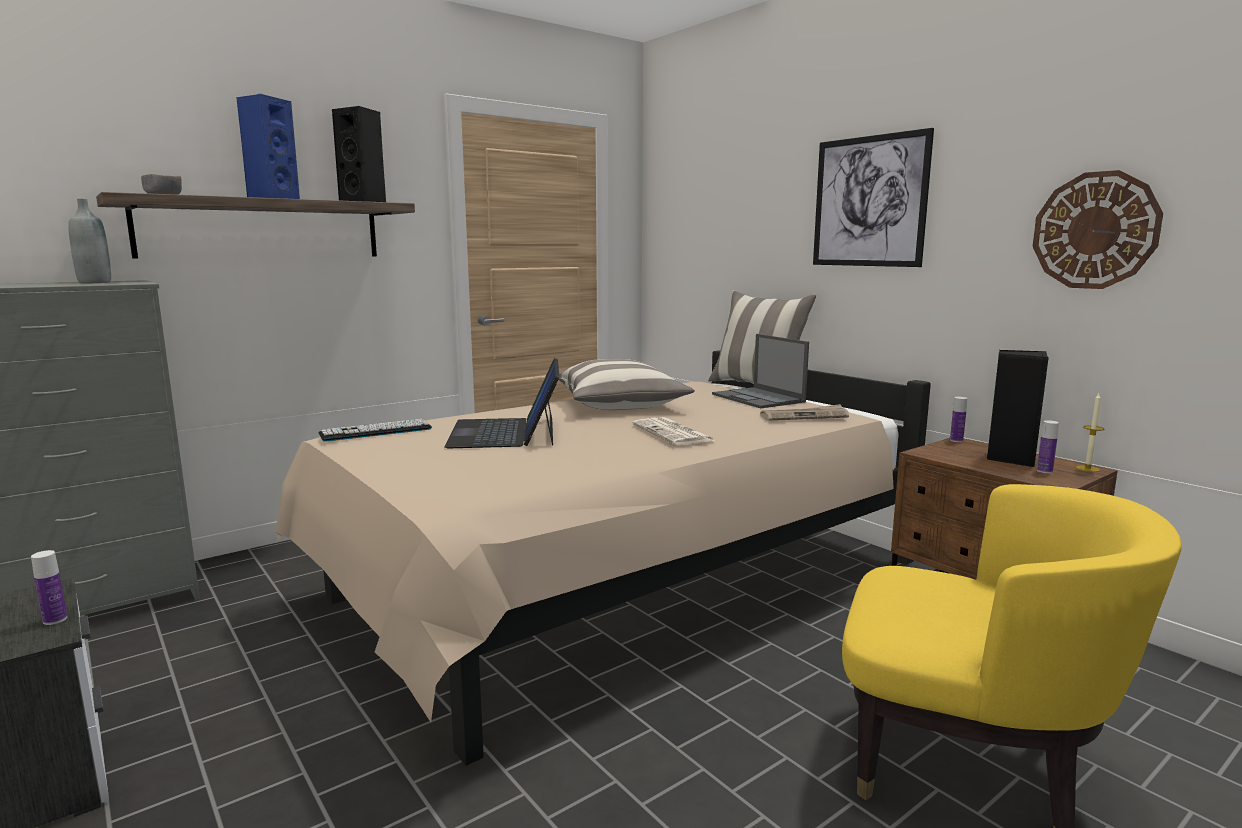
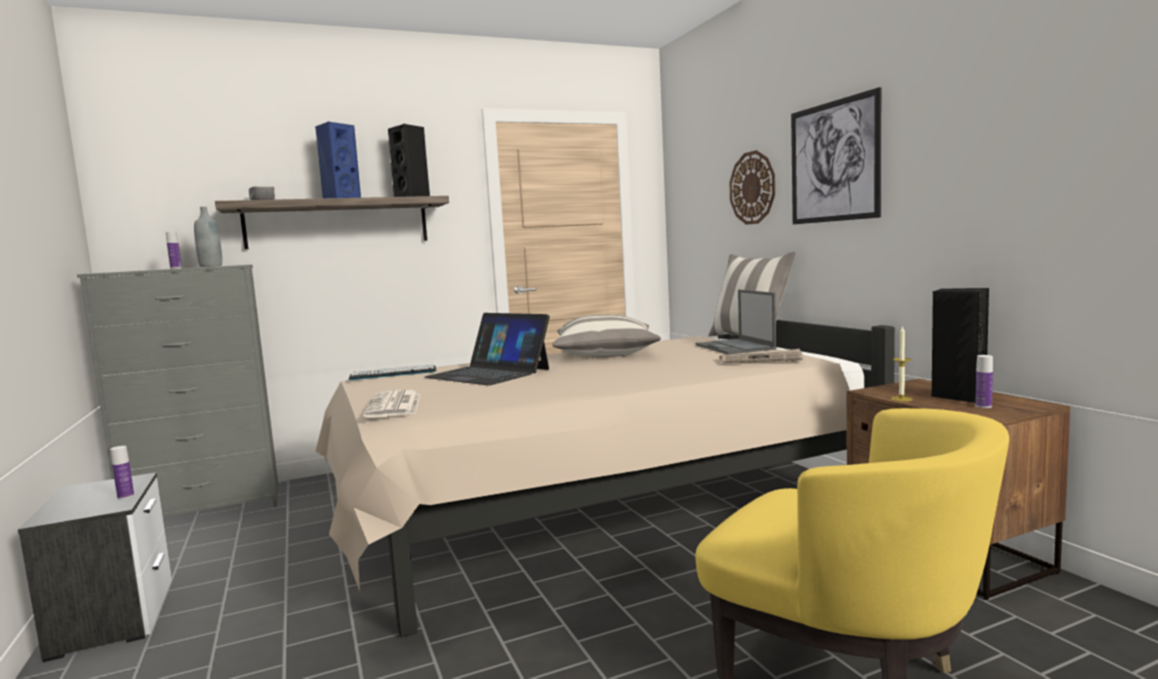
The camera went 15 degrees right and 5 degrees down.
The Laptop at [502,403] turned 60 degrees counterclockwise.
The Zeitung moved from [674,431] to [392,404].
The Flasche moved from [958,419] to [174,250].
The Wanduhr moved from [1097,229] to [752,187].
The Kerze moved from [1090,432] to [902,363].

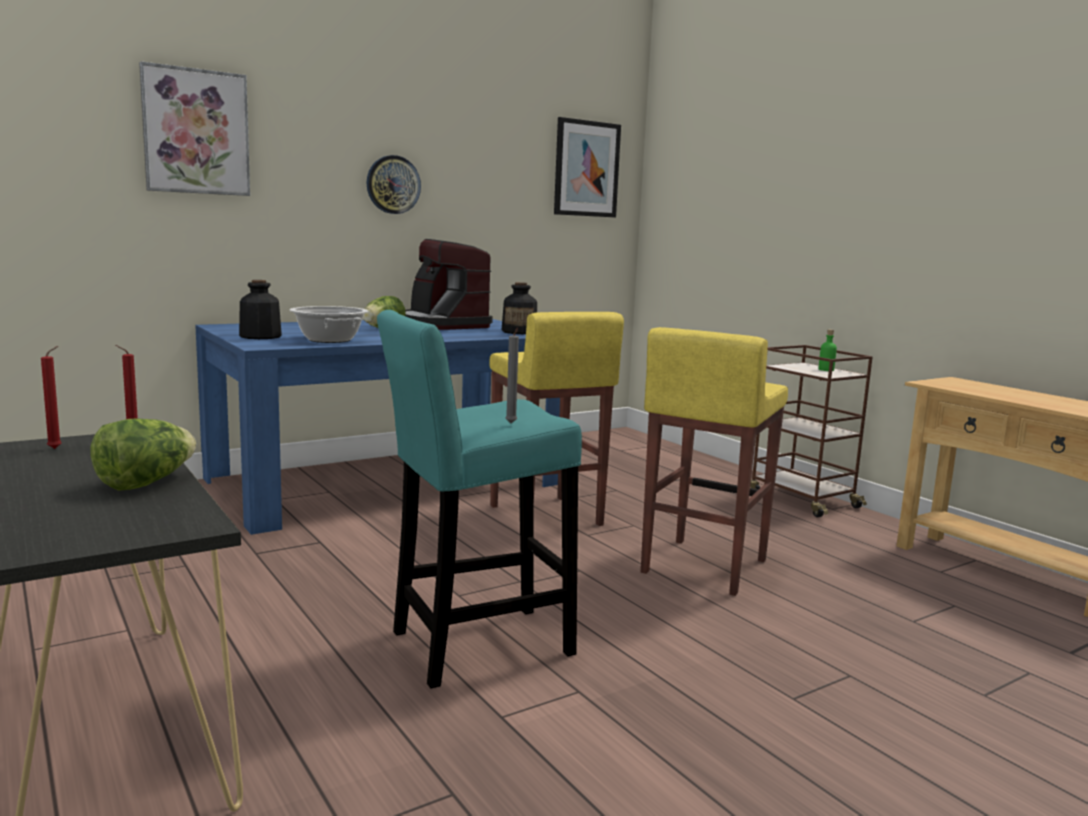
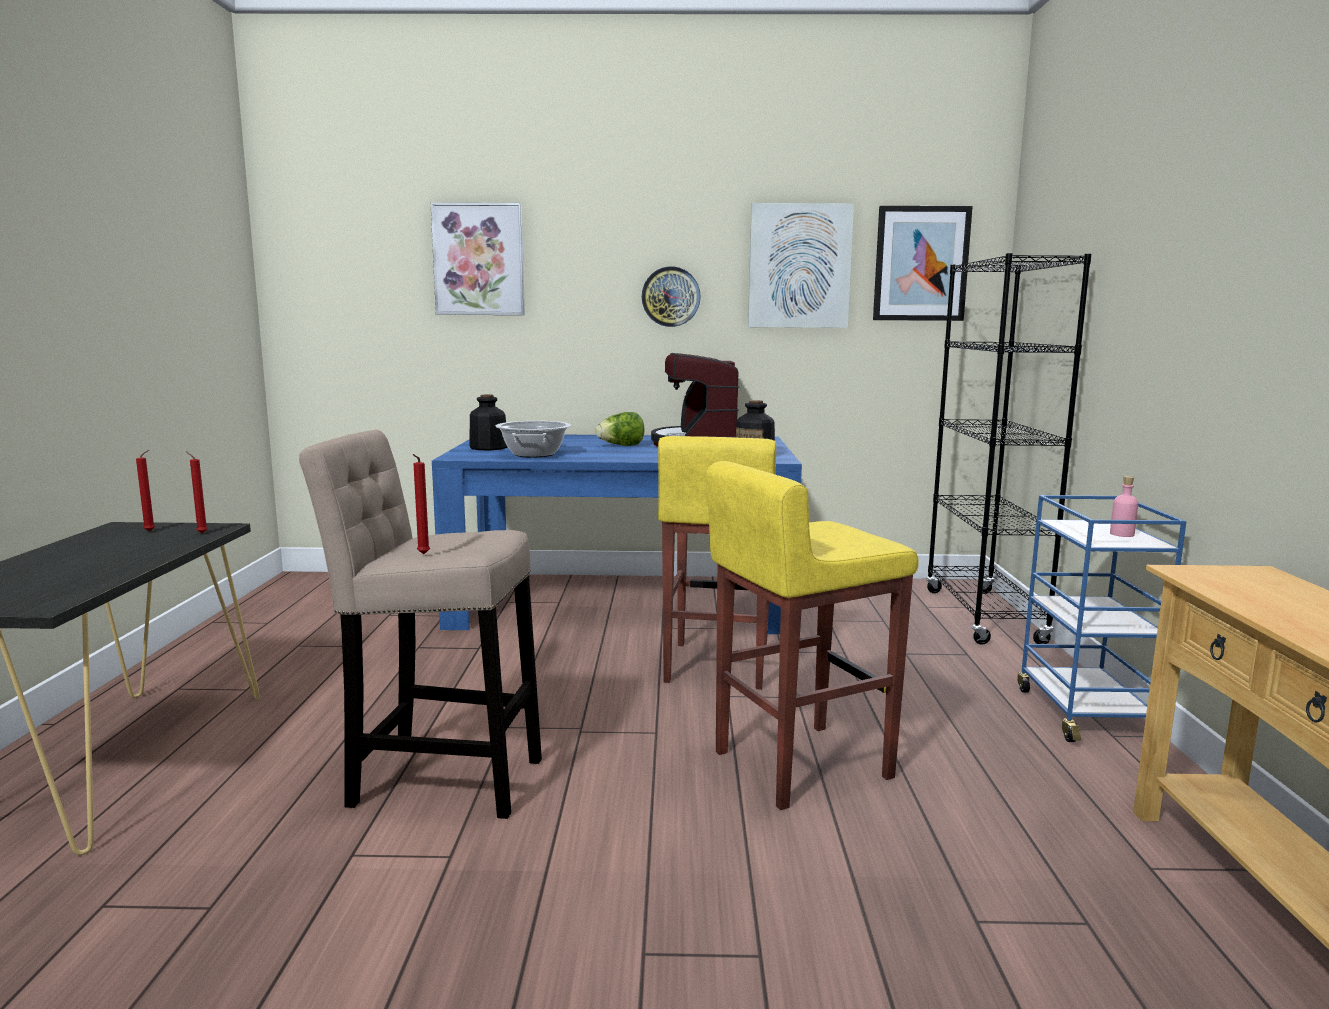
The camera went 35 degrees right and 0 degrees up.
The Salatkopf at [143,455] disappeared.
The Hocker/türkis at [479,499] became the Hocker/beige at [420,624].
The Kerze/grau at [512,375] became the Kerze/rot at [421,504].
The Rollwagen/braun at [811,431] became the Rollwagen/blau at [1102,618].
The Flasche/grün at [827,350] became the Flasche/rosa at [1124,506].
The Bild at [801,265] appeared.
The Bücherregal/schwarz at [1009,448] appeared.

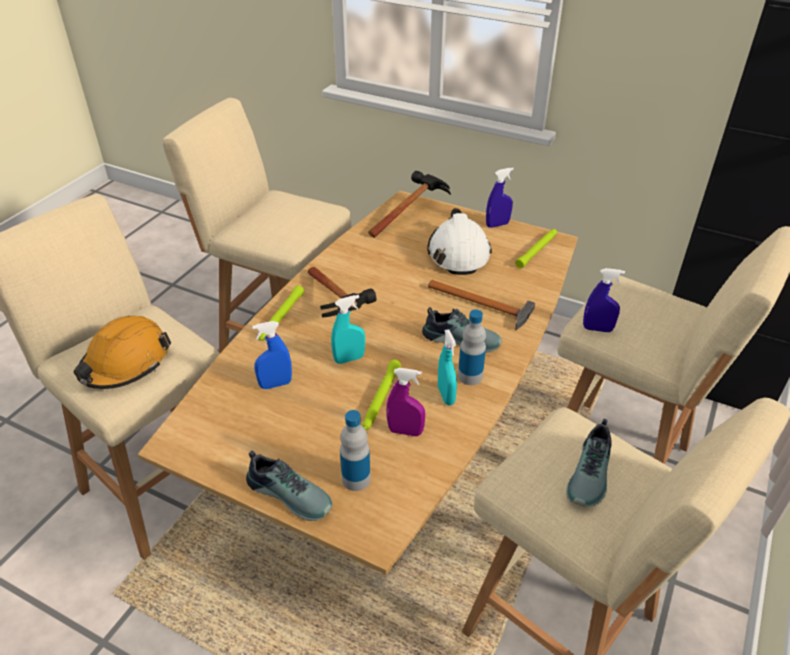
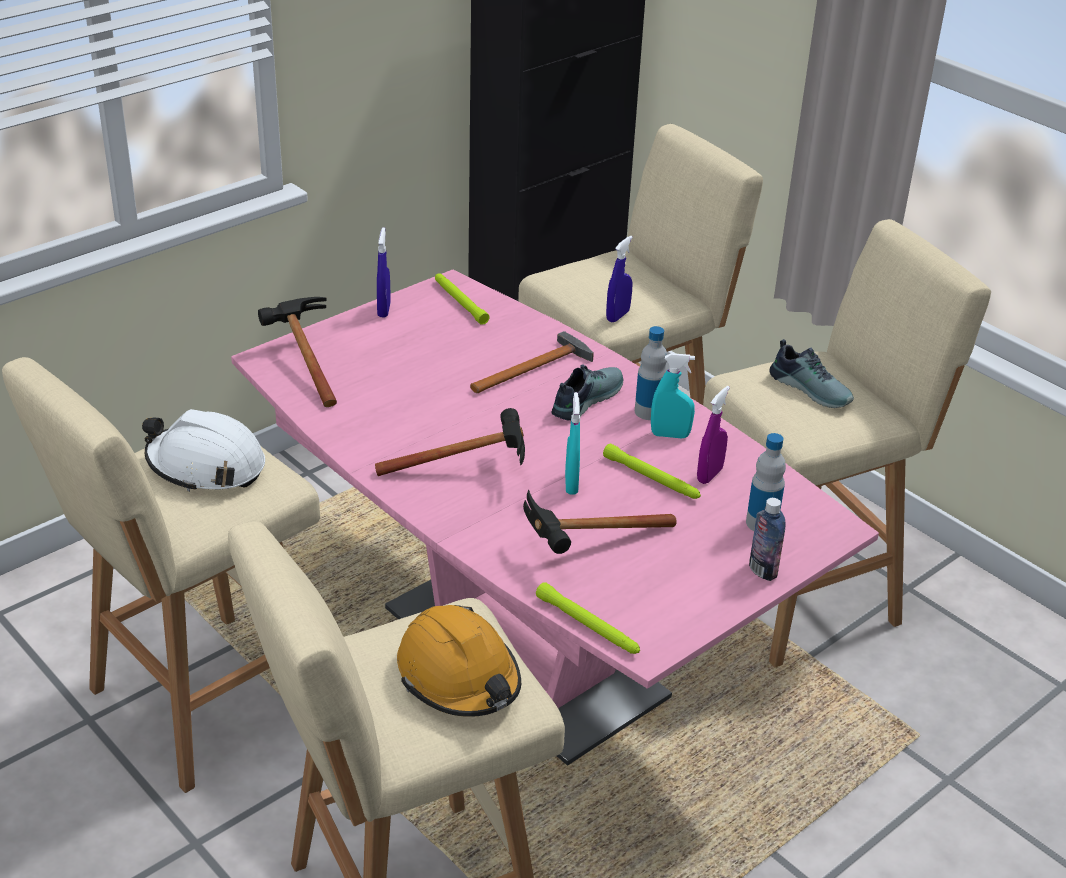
The camera went 70 degrees left and 5 degrees down.
The Esstisch/braun at [358,383] became the Esstisch/rosa at [555,518].
The Schuh at [289,485] was replaced by the Flasche at [767,539].
The Sprühflasche/blau at [272,355] was replaced by the Hammer at [600,522].
The Taschenlampe/grün moved from [281,313] to [588,618].
The Schutzhelm/weiß moved from [459,241] to [203,450].

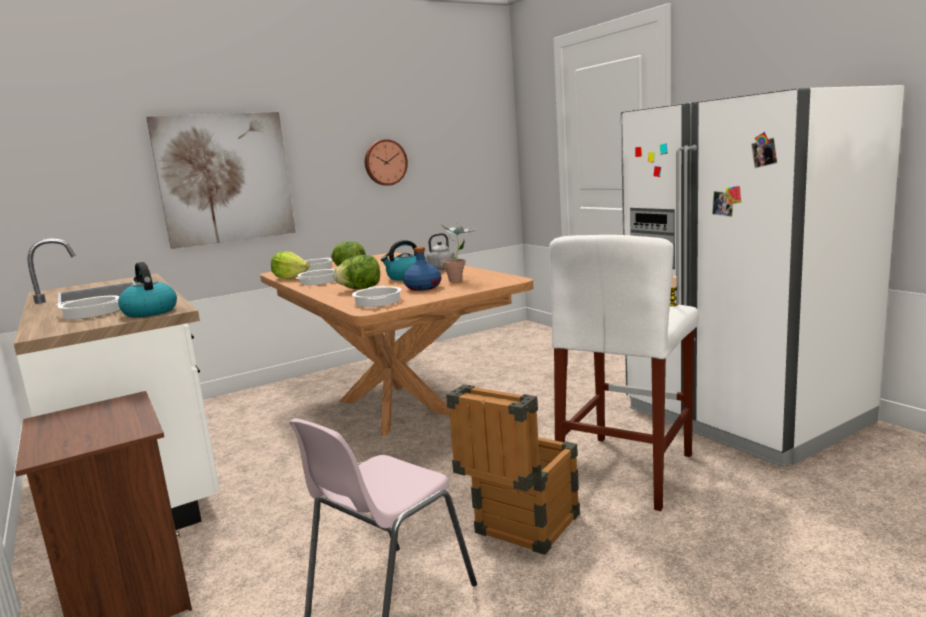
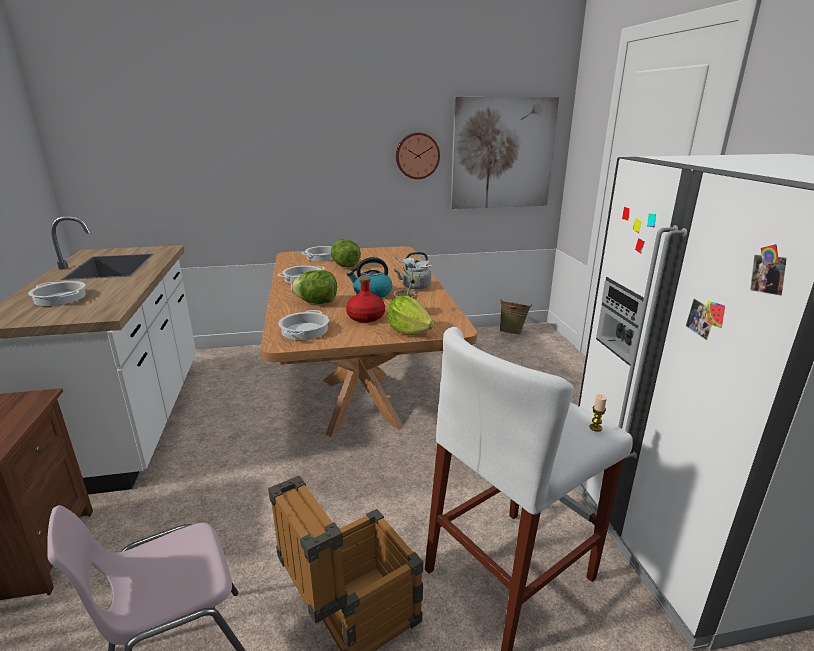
The camera went 20 degrees right and 10 degrees up.
The Wasserkessel at [147,289] disappeared.
The Bild moved from [221,180] to [505,153].
The Salatkopf moved from [290,265] to [410,315].
The Flasche/blau at [422,269] became the Flasche/rot at [365,299].
The Eimer/grün at [515,317] appeared.

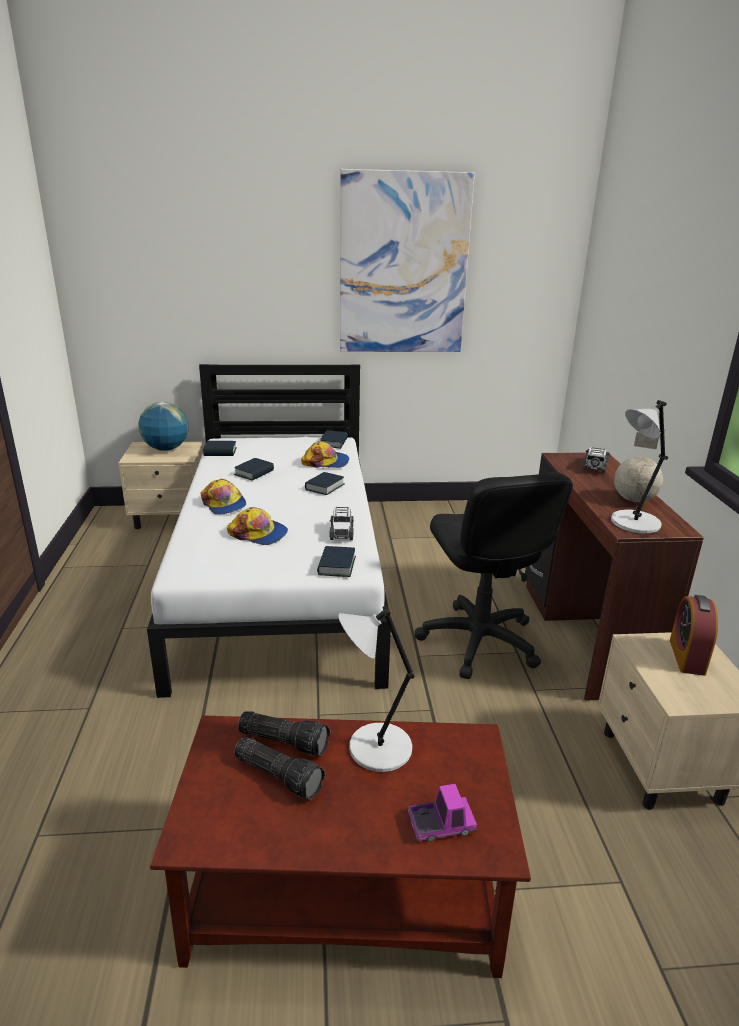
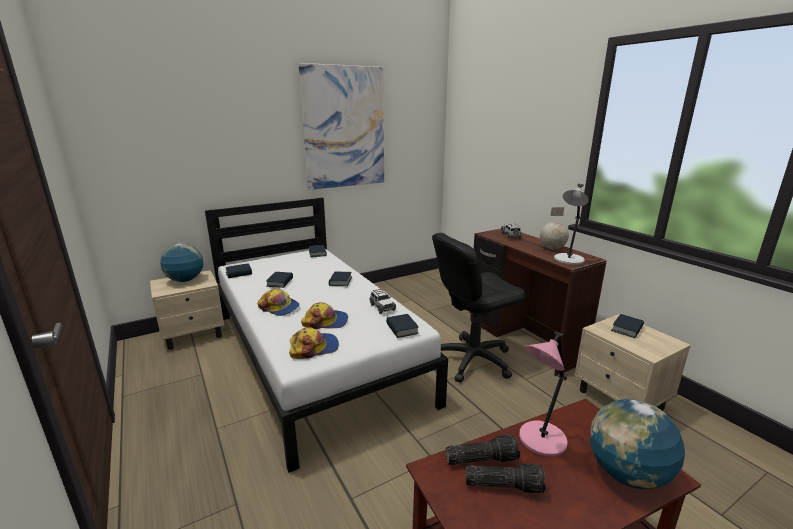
The camera went 25 degrees left and 5 degrees down.
The Kappe moved from [325,454] to [314,343].
The Tischlampe/grau at [376,688] became the Tischlampe/rosa at [543,394].
The Spielzeuglaster at [442,813] was replaced by the Globus at [637,444].
The Bürostuhl/schwarz at [494,575] turned 105 degrees clockwise.
The Wecker at [694,635] was replaced by the Buch at [627,326].

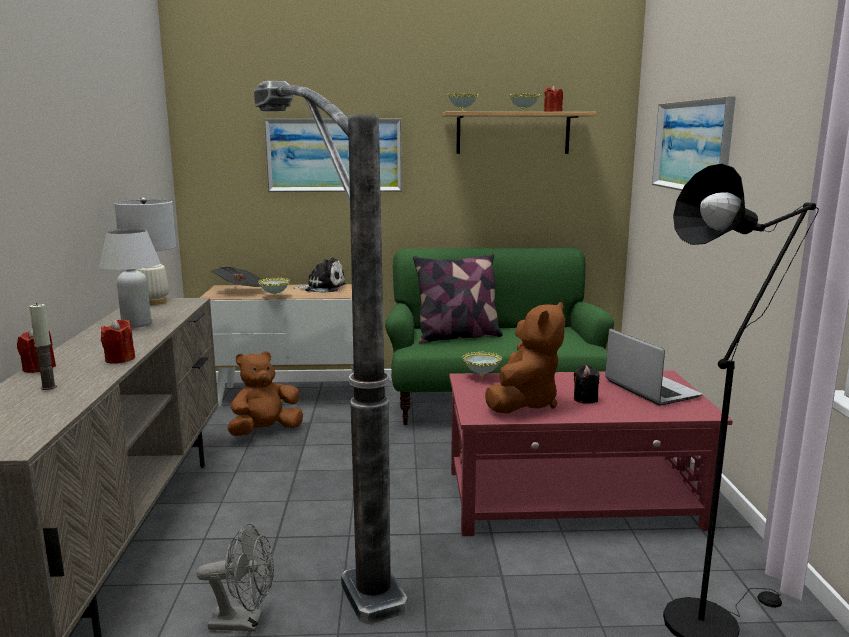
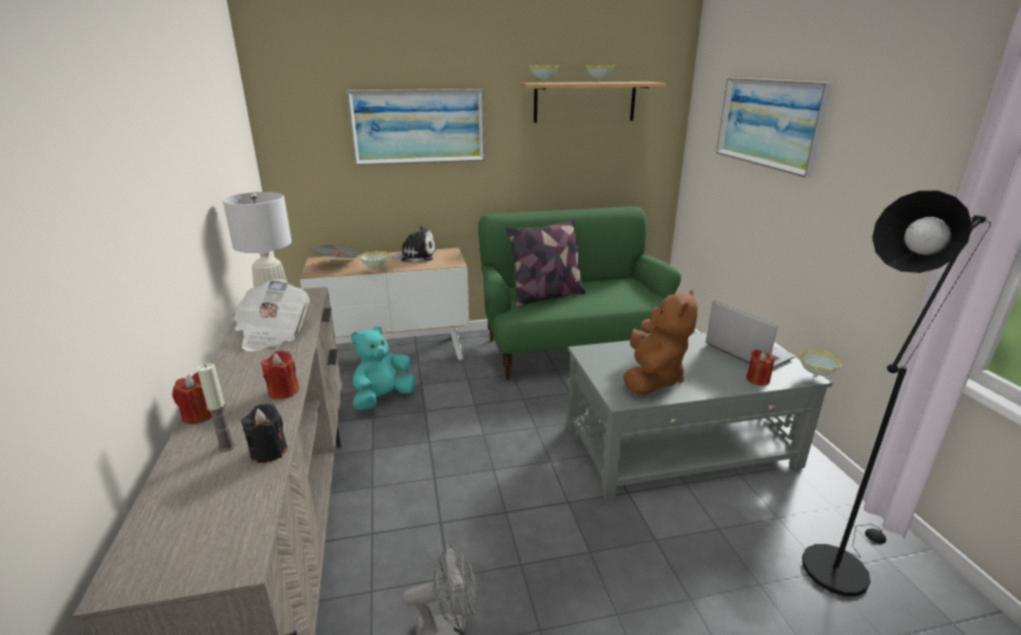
The camera went 10 degrees left and 10 degrees up.
The Tischlampe/weiß at [129,278] was replaced by the Zeitung at [271,315].
The Plüschtier/braun at [265,393] became the Plüschtier/türkis at [383,368].
The Stehlampe at [331,352] disappeared.
The Couchtisch/rot at [591,453] became the Couchtisch/grau at [700,416].
The Schüssel moved from [482,364] to [821,363].
The Kerze/rot moved from [553,98] to [760,367].
The Kerze/schwarz moved from [586,384] to [264,433].

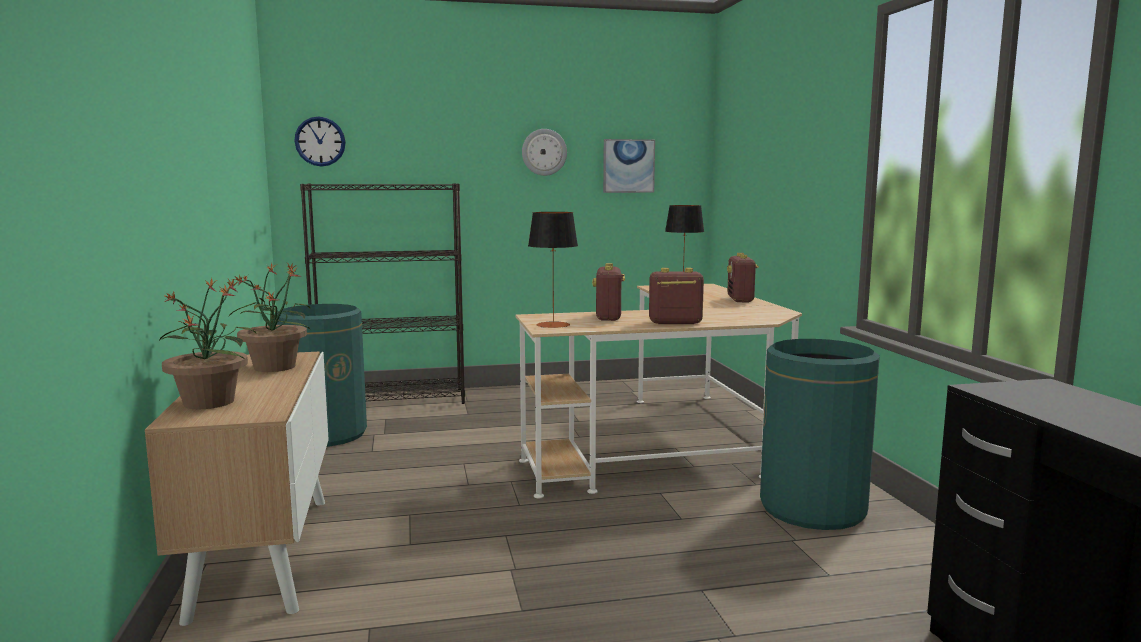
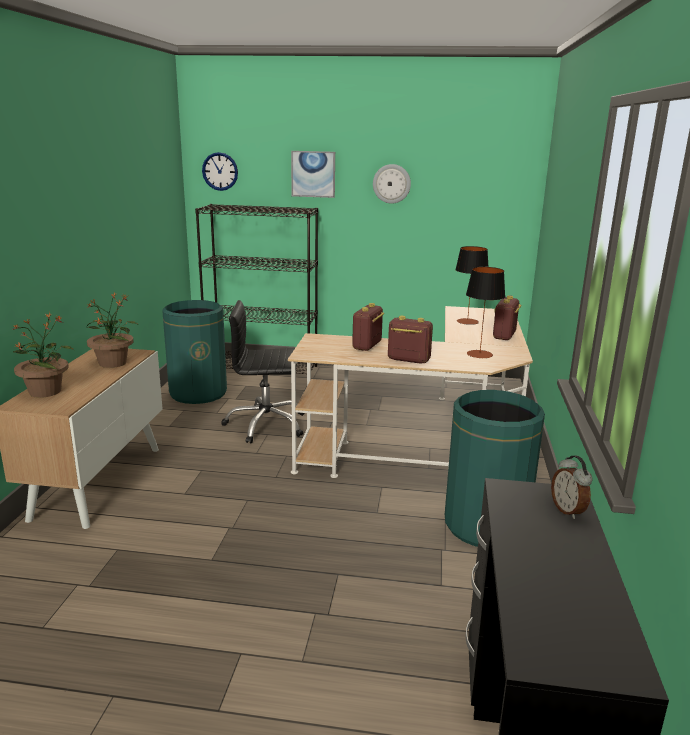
The camera went 20 degrees right and 10 degrees up.
The Tischlampe moved from [553,270] to [485,312].
The Bild moved from [629,166] to [313,174].
The Bürostuhl/schwarz at [262,372] appeared.
The Wecker at [571,487] appeared.

